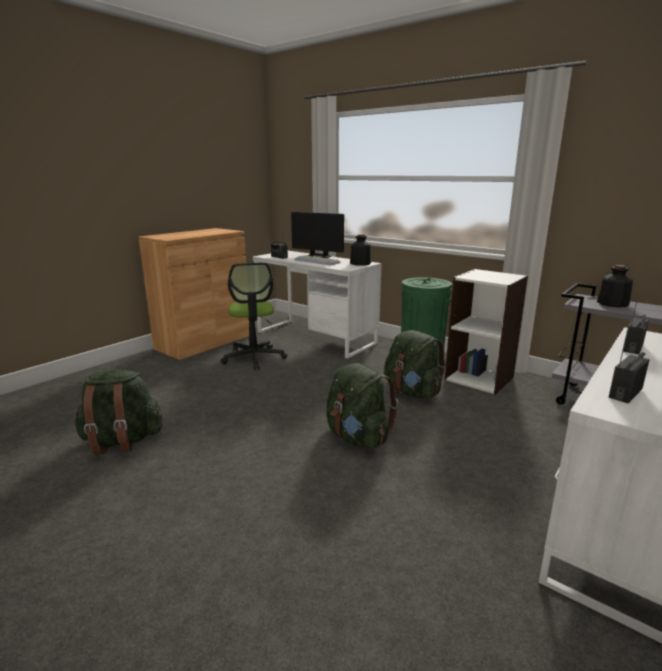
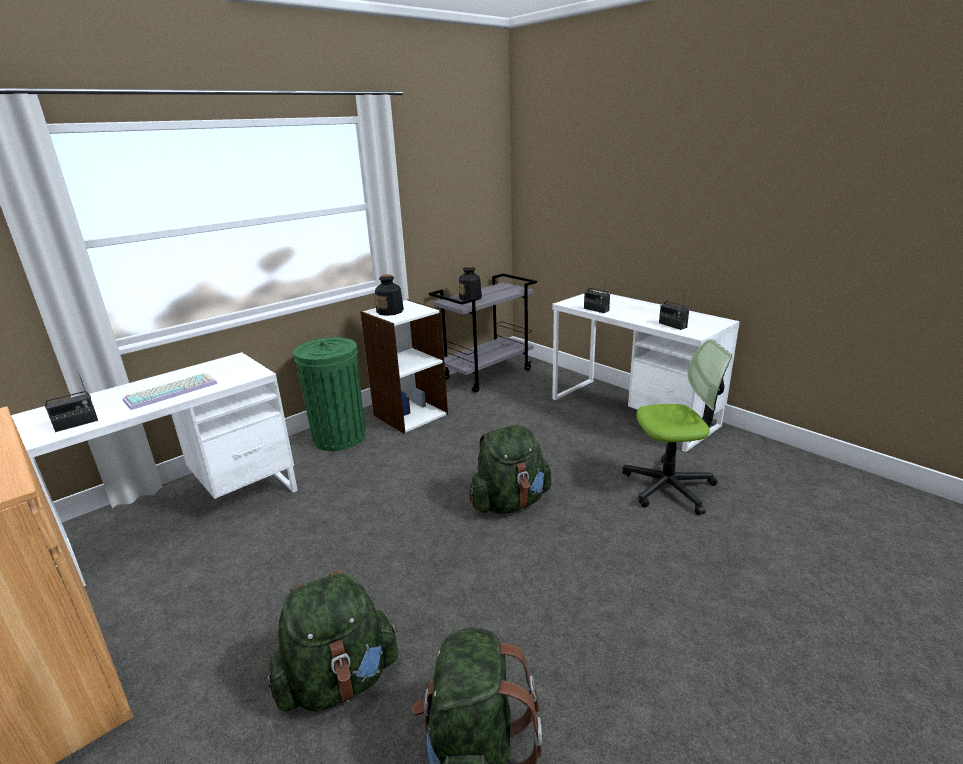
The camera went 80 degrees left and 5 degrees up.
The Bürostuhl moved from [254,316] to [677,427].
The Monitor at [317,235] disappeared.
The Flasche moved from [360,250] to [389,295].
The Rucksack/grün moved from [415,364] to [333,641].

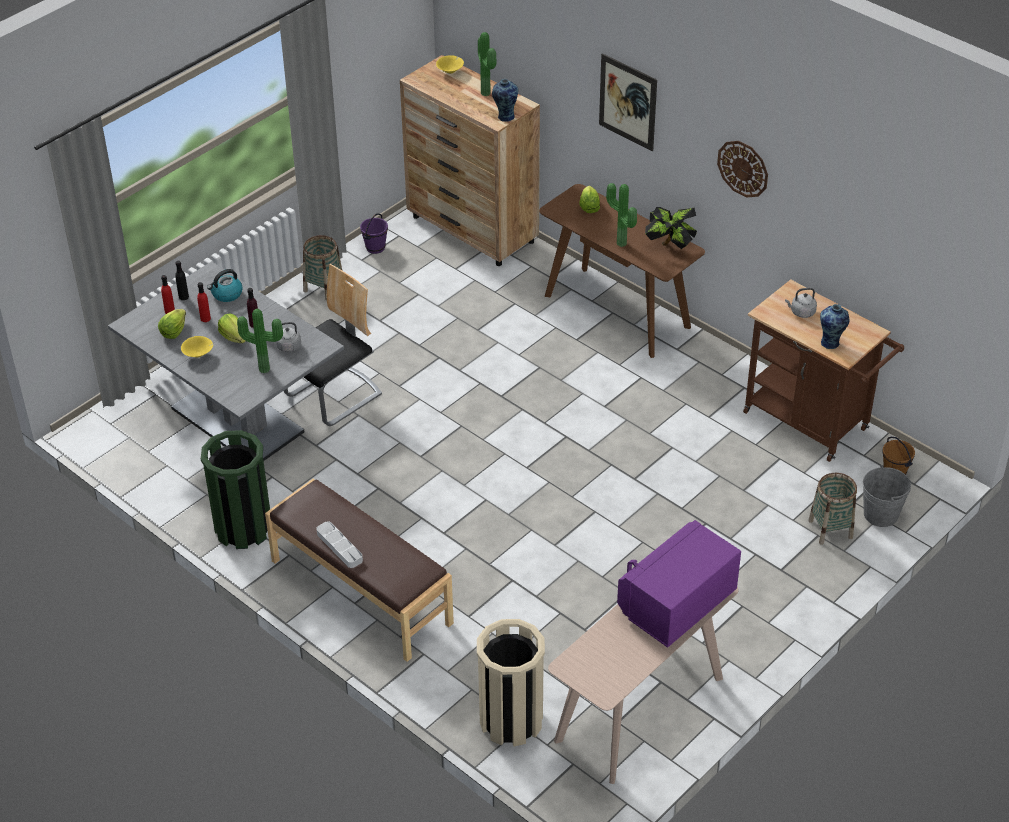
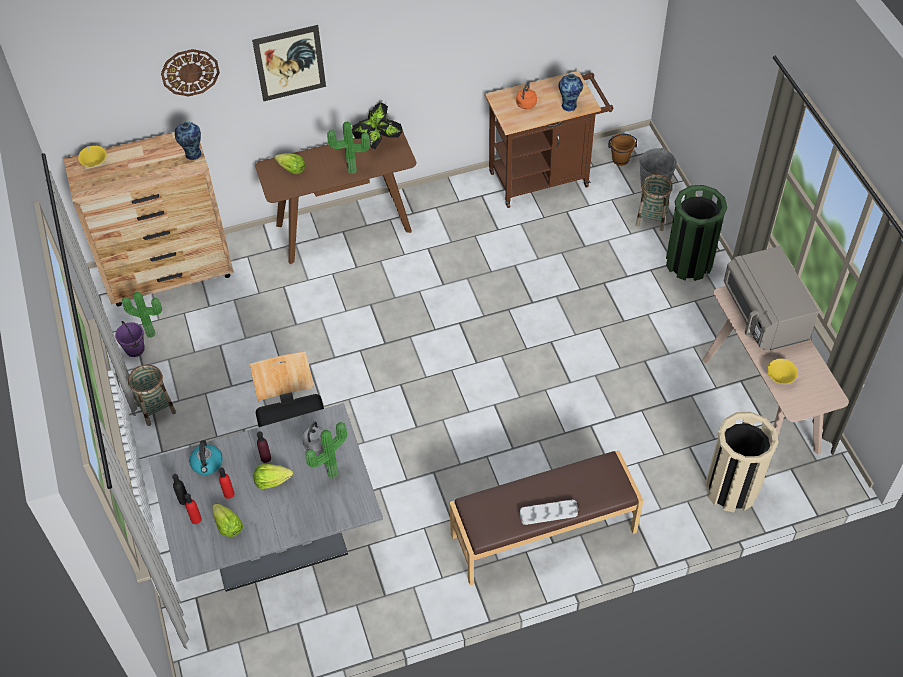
The camera went 60 degrees left and 10 degrees up.
The Schüssel/gelb moved from [197,347] to [782,371].
The Mülleimer/grün moved from [235,489] to [696,233].
The Topfpflanze moved from [487,64] to [142,315].
The Mikrowelle/lila at [679,584] became the Mikrowelle/grau at [771,298].
The Wanduhr moved from [742,169] to [190,72].
The Wasserkessel/grau at [801,303] became the Wasserkessel/orange at [526,95].

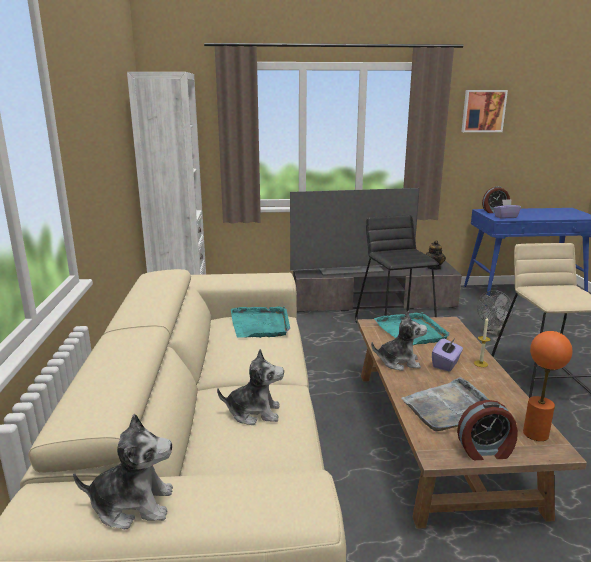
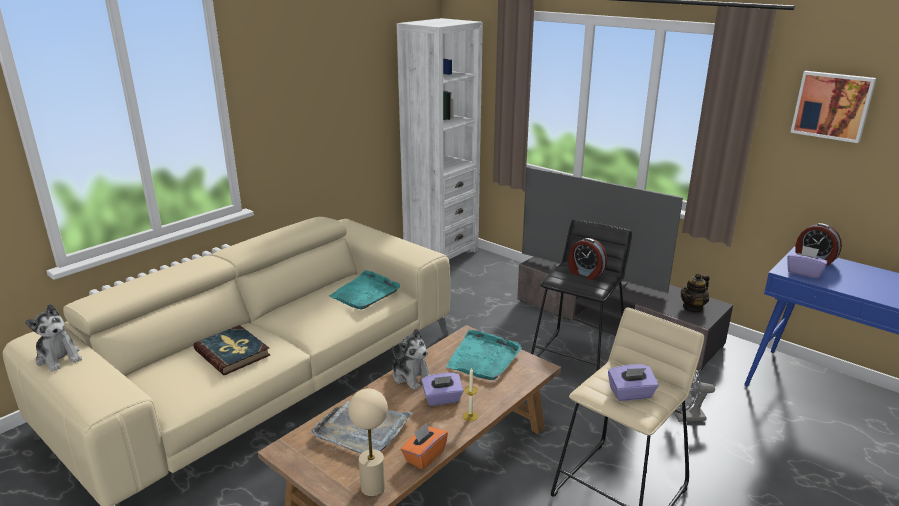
The camera went 45 degrees right and 5 degrees up.
The Plüschtier at [250,387] was replaced by the Buch at [232,350].
The Wecker moved from [487,430] to [587,259].
The Tischlampe/orange at [547,386] became the Tischlampe/beige at [368,442].
The Taschentuchbox/orange at [424,446] appeared.
The Taschentuchbox/lila at [633,382] appeared.

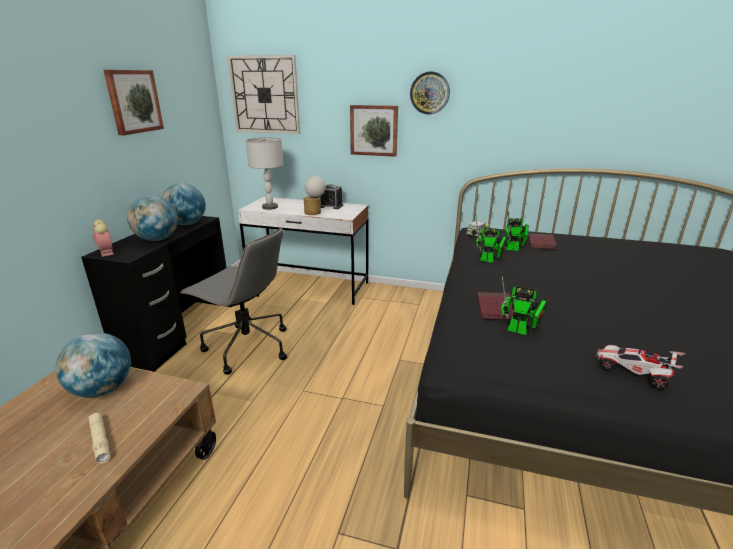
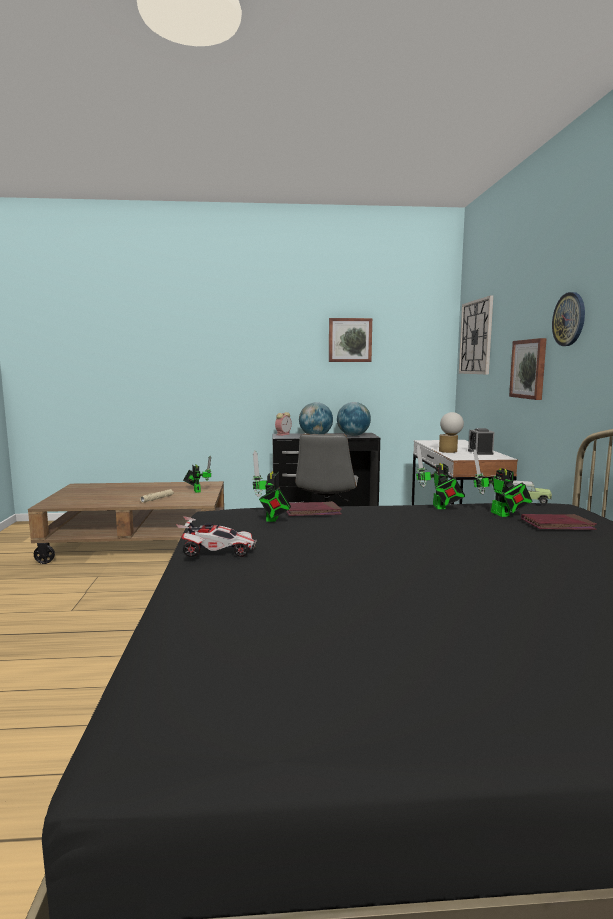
The camera went 70 degrees right and 15 degrees down.
The Globus at [93,365] was replaced by the Spielzeugroboter at [197,474].
The Tischlampe/grau at [265,173] disappeared.
The Spielzeugauto at [640,367] turned 75 degrees clockwise.

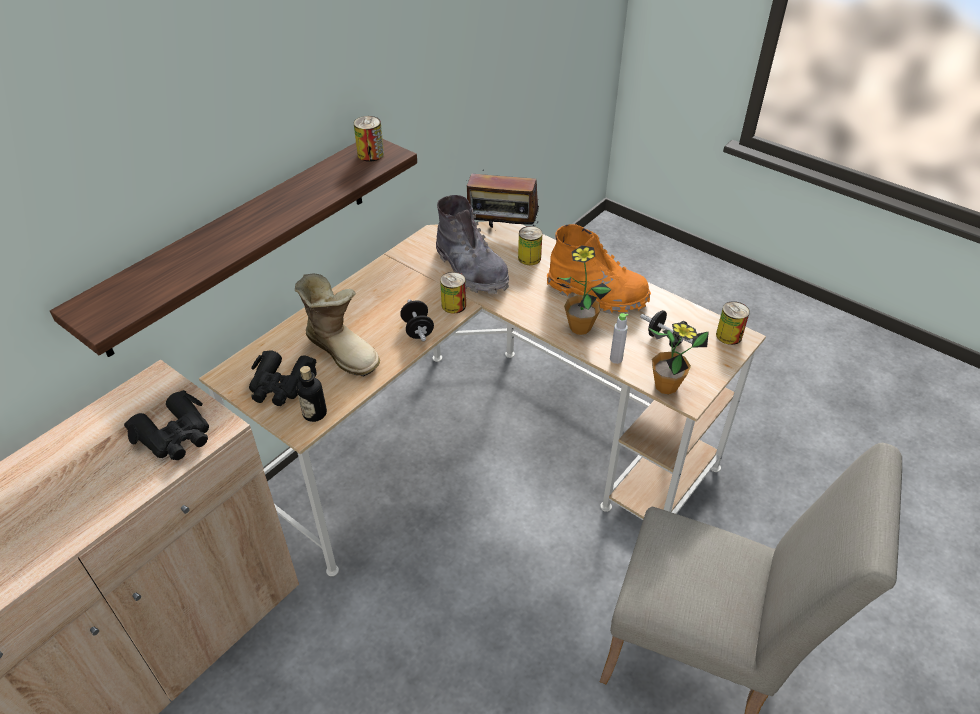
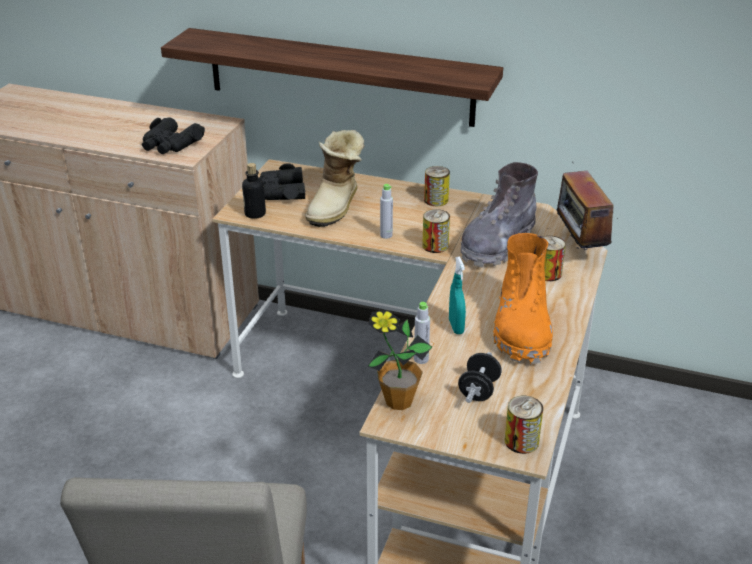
The camera went 70 degrees right and 10 degrees down.
The Dose moved from [369,139] to [437,186].
The Hantel/schwarz at [417,320] was replaced by the Flasche/grau at [386,211].
The Topfpflanze at [584,290] was replaced by the Sprühflasche/türkis at [457,295].

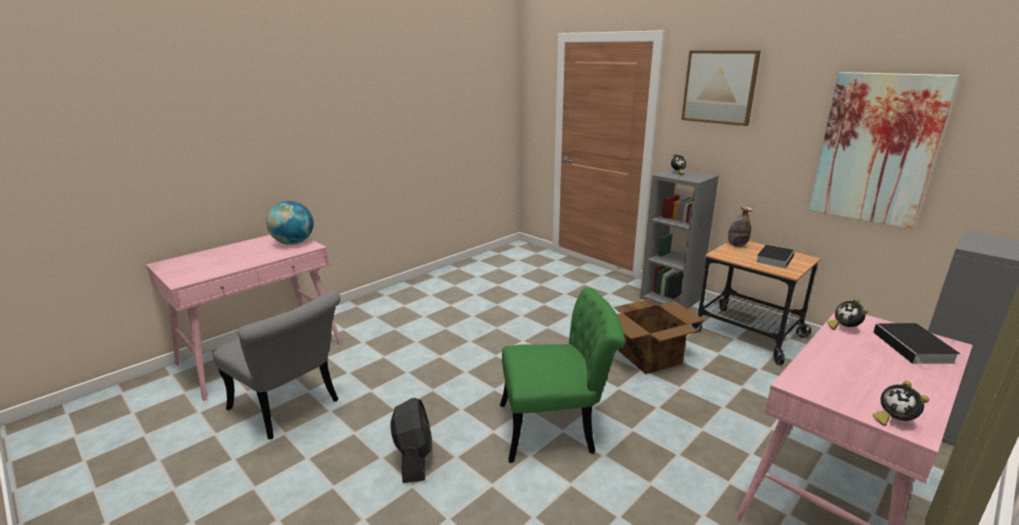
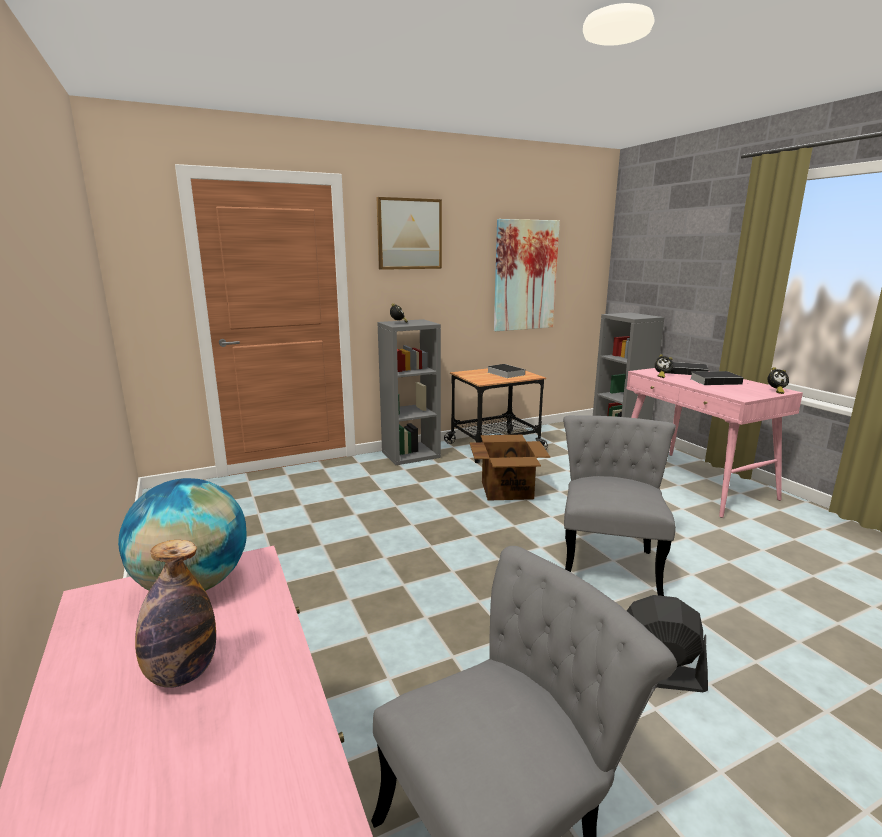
The camera went 70 degrees left and 5 degrees down.
The Stuhl/grün at [562,375] became the Stuhl/grau at [619,505].
The Flasche moved from [740,226] to [175,614].
The Buch at [717,378] appeared.

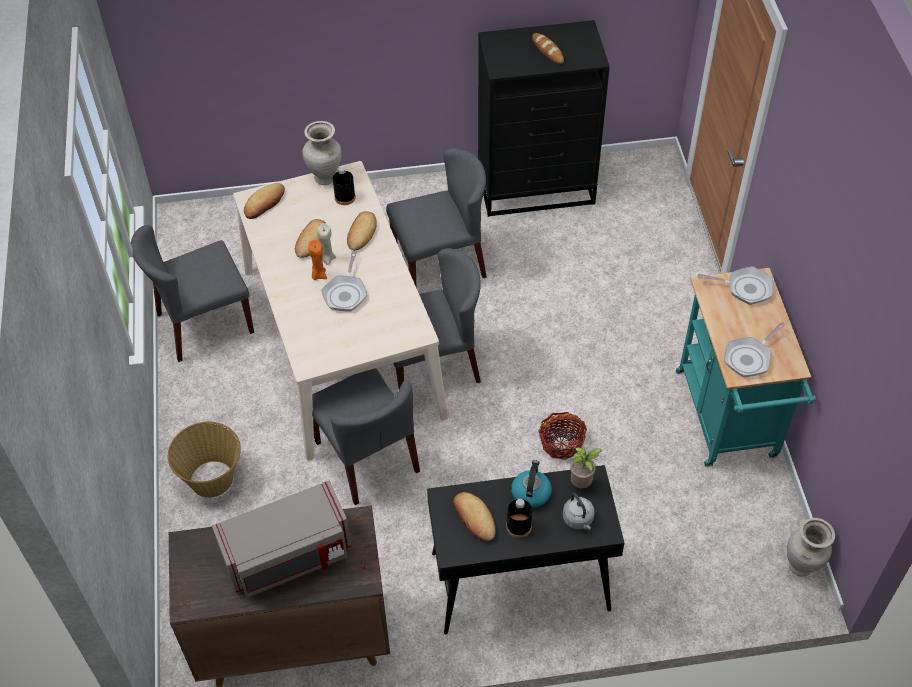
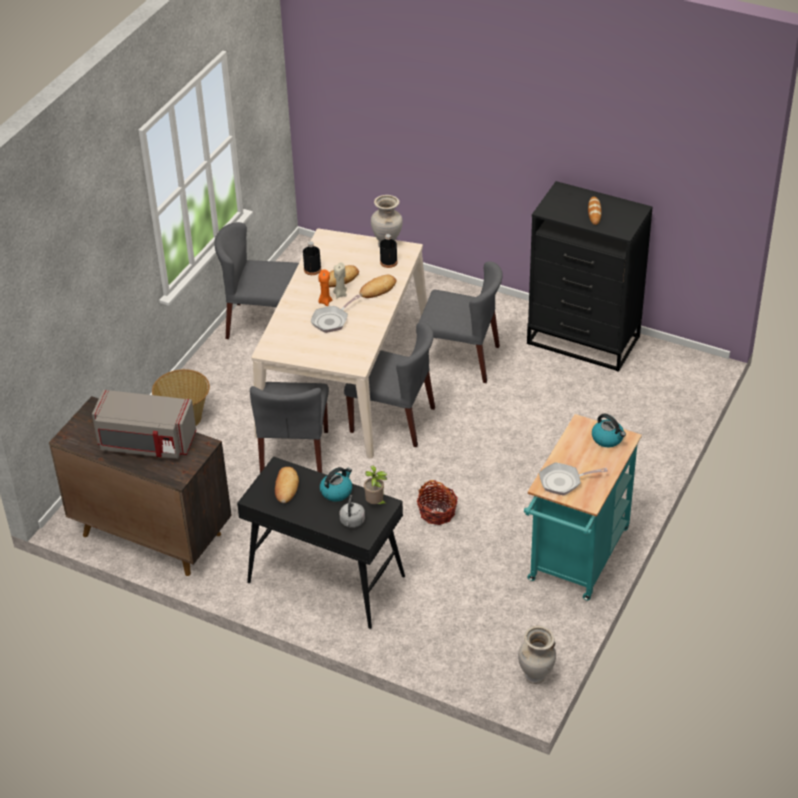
The camera went 35 degrees right and 10 degrees down.
The Brot at [264,201] disappeared.
The Flasche/schwarz moved from [519,518] to [312,258].
The Pfanne at [735,285] was replaced by the Wasserkessel at [609,430].

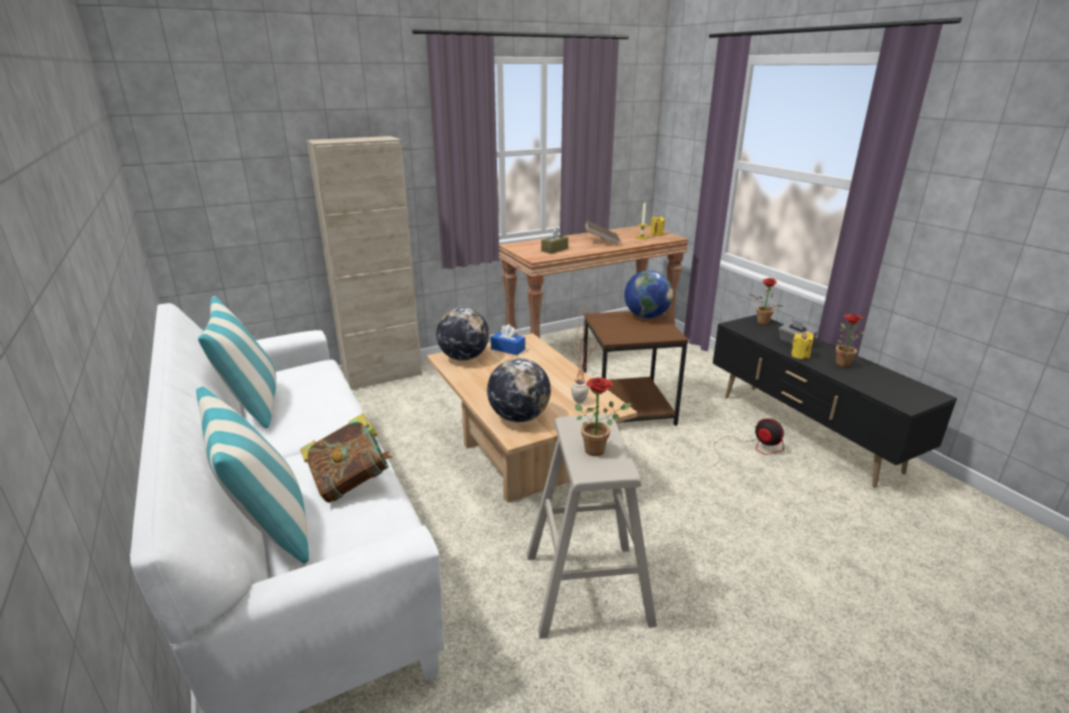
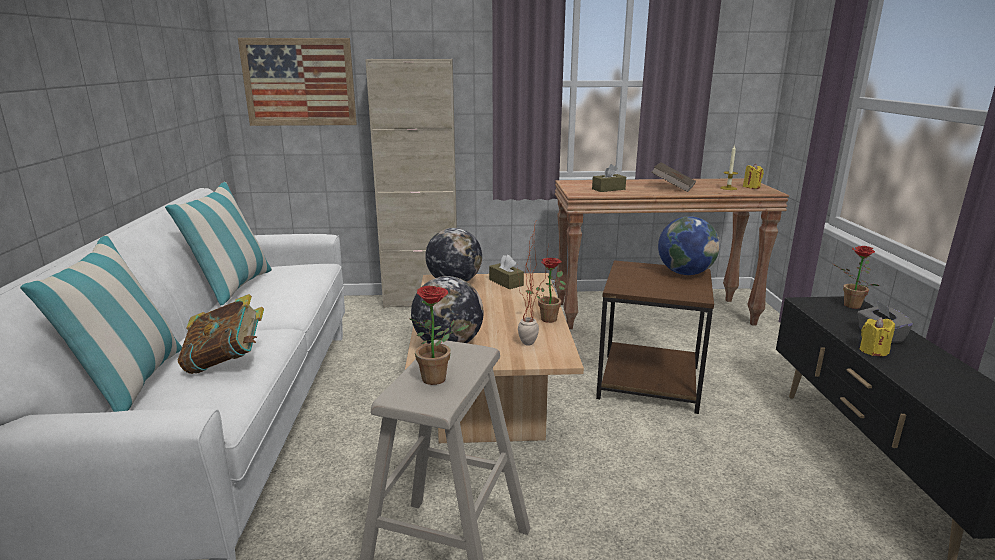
The camera went 25 degrees right and 5 degrees down.
The Taschentuchbox/blau at [508,339] became the Taschentuchbox/braun at [506,271].
The Ventilator at [749,442] disappeared.
The Topfpflanze moved from [850,340] to [546,290].
The Bild at [297,82] appeared.

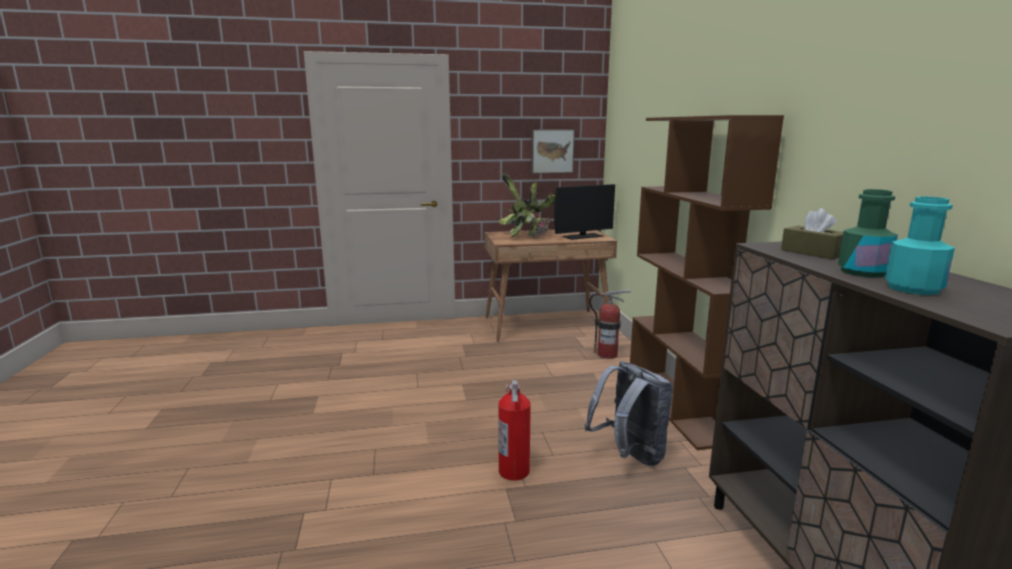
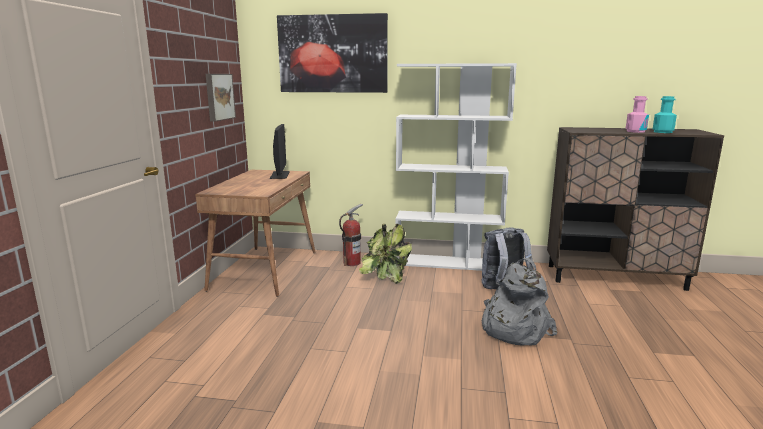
The camera went 70 degrees left and 0 degrees up.
The Feuerlöscher at [514,430] was replaced by the Rucksack/grau at [519,302].
The Topfpflanze moved from [527,205] to [385,253].
The Bücherregal/braun at [707,282] became the Bücherregal/weiß at [456,167].
The Taschentuchbox/braun at [812,233] disappeared.
The Flasche/grün at [868,233] became the Flasche/rosa at [637,114].
The Bild at [332,53] appeared.

